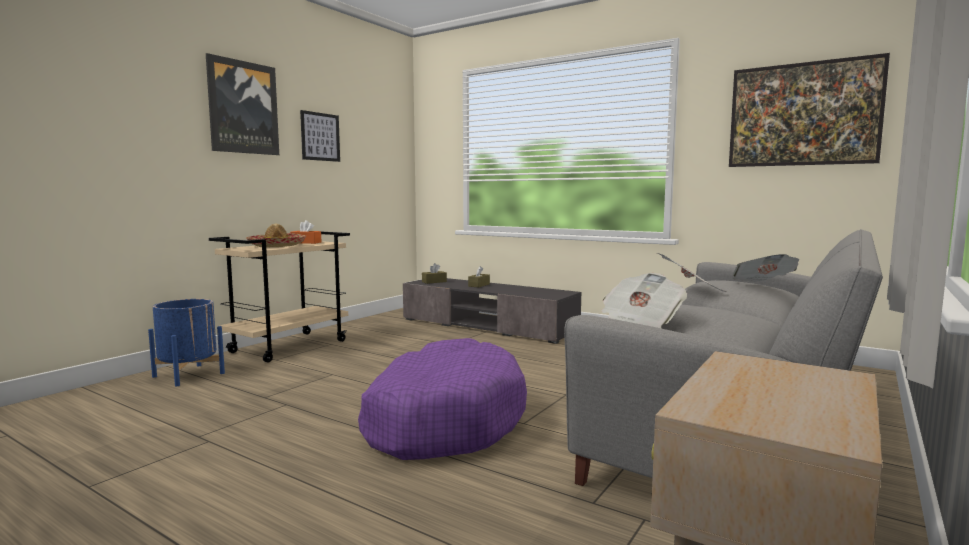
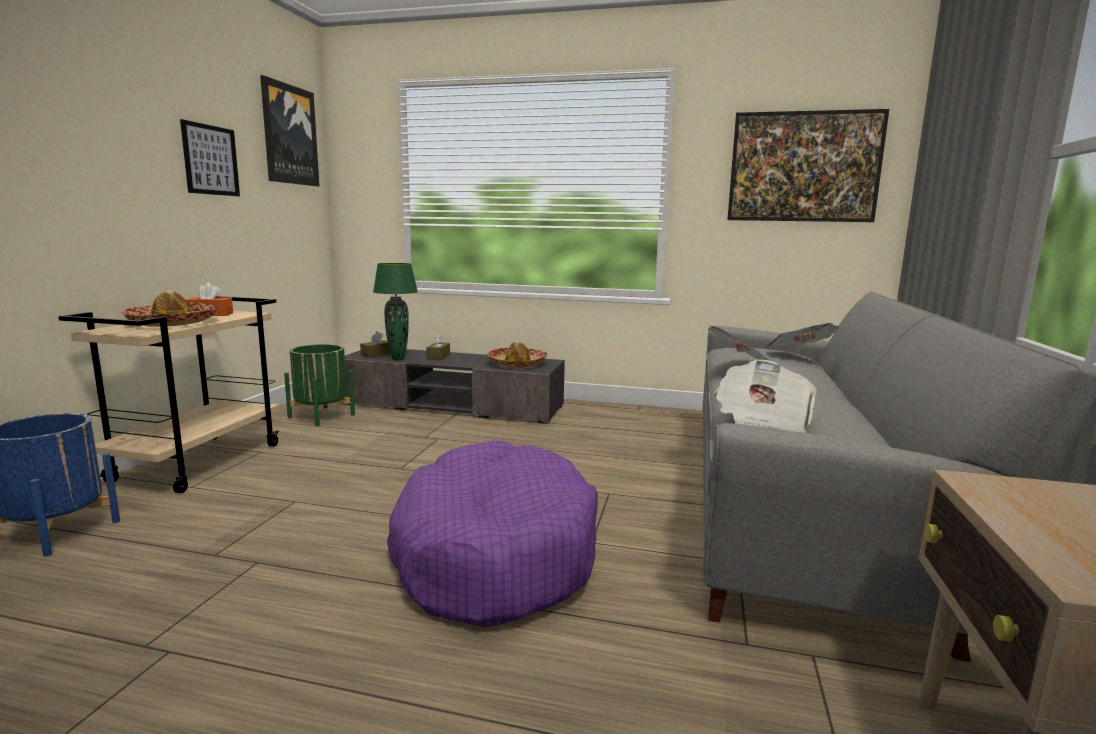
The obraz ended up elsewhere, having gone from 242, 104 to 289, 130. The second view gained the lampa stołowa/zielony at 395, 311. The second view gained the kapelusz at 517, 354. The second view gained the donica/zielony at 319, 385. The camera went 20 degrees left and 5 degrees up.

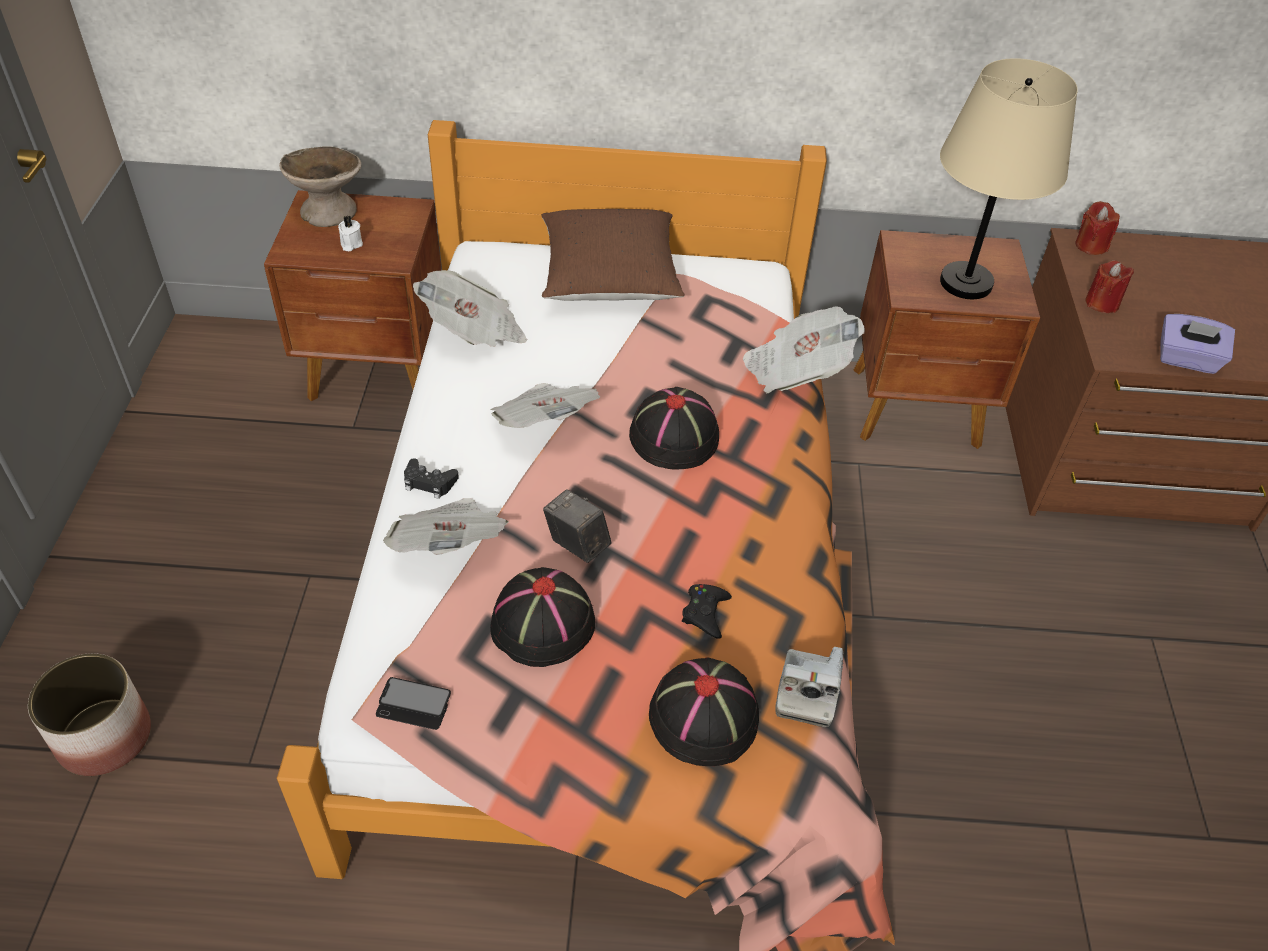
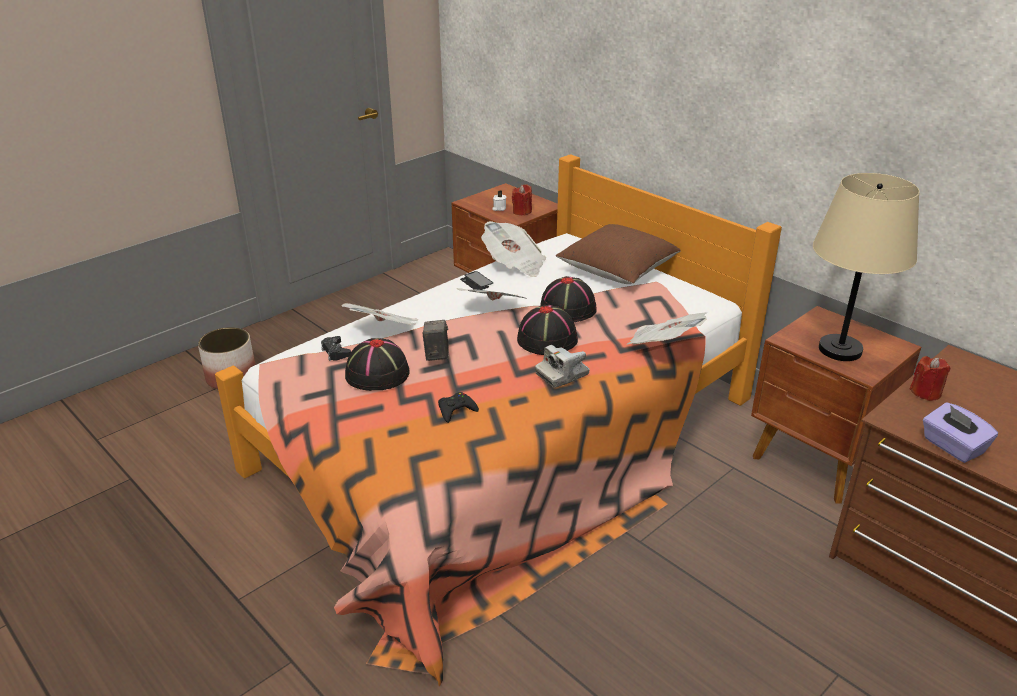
The second view lost the miska/beżowy at 320, 186. The świeca/czerwony ended up elsewhere, having gone from 1097, 228 to 522, 200. The pad do gier/czarny ended up elsewhere, having gone from 431, 478 to 336, 348. The aparat fotograficzny ended up elsewhere, having gone from 809, 687 to 562, 366. The kapelusz/czarny ended up elsewhere, having gone from 704, 711 to 568, 299. The telefon ended up elsewhere, having gone from 413, 703 to 476, 280. The camera went 45 degrees right and 15 degrees down.

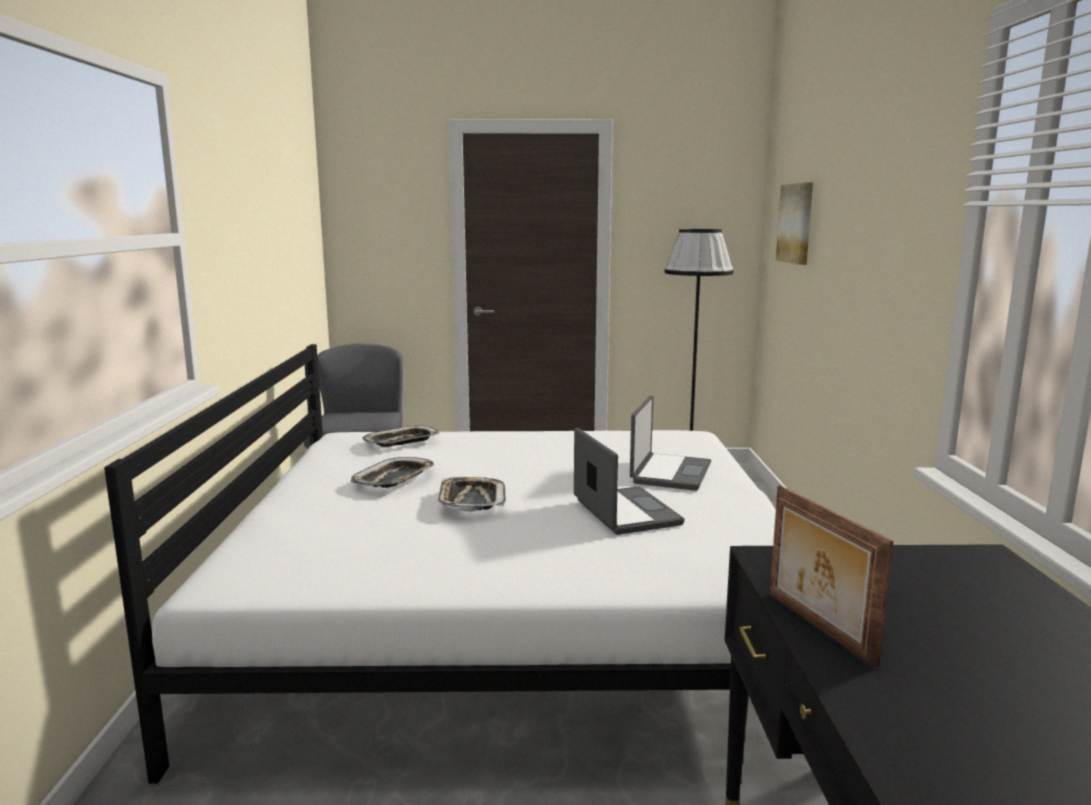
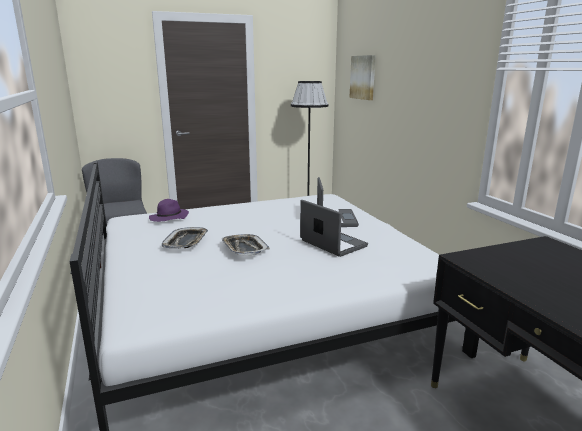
Where the taca stood at 401, 436, the kapelusz/fioletowy came to stand at 169, 210. The second view lost the ramka na zdjęcie at 831, 576. The camera went 20 degrees left and 5 degrees up.

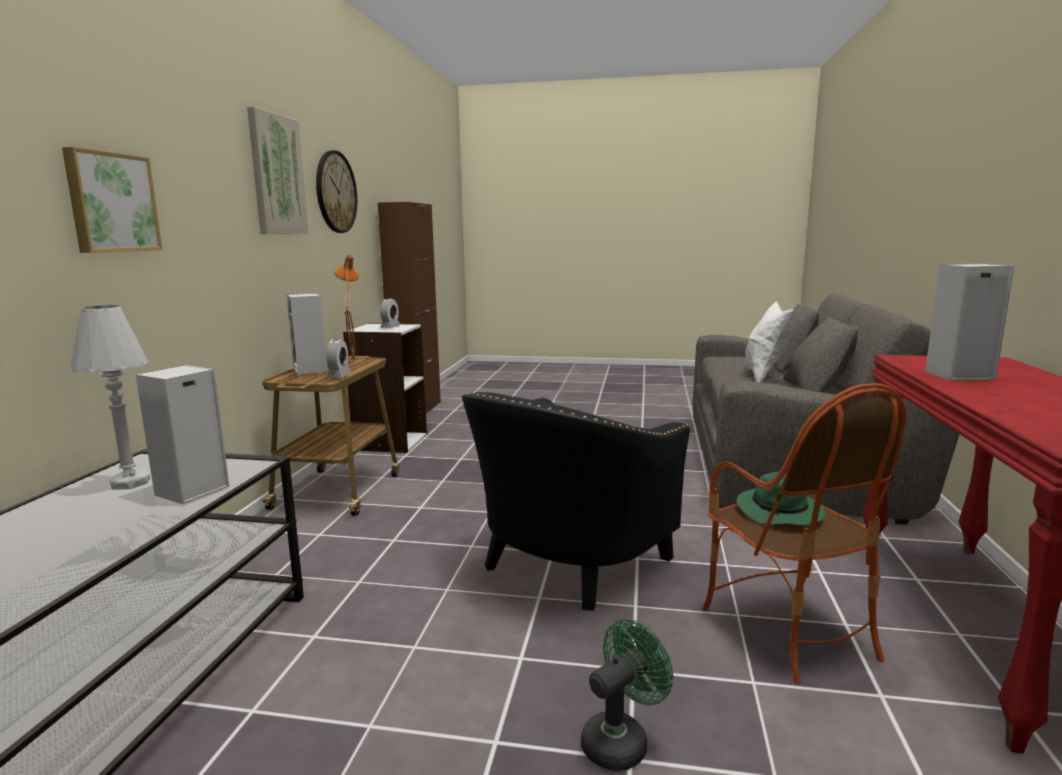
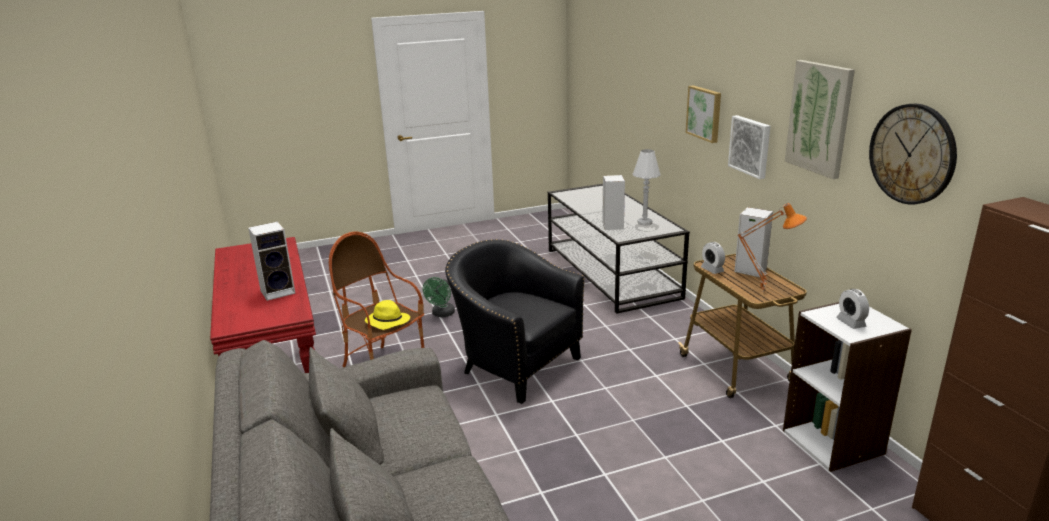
The second view lost the poduszka/biały at 770, 341. The fotel/czarny at 576, 501 ended up facing another way, 60 degrees counterclockwise from before. What was the kapelusz/zielony at 780, 498 turned into the kapelusz/żółty at 387, 315. The second view gained the obraz at 749, 147. The camera went 150 degrees right and 10 degrees up.

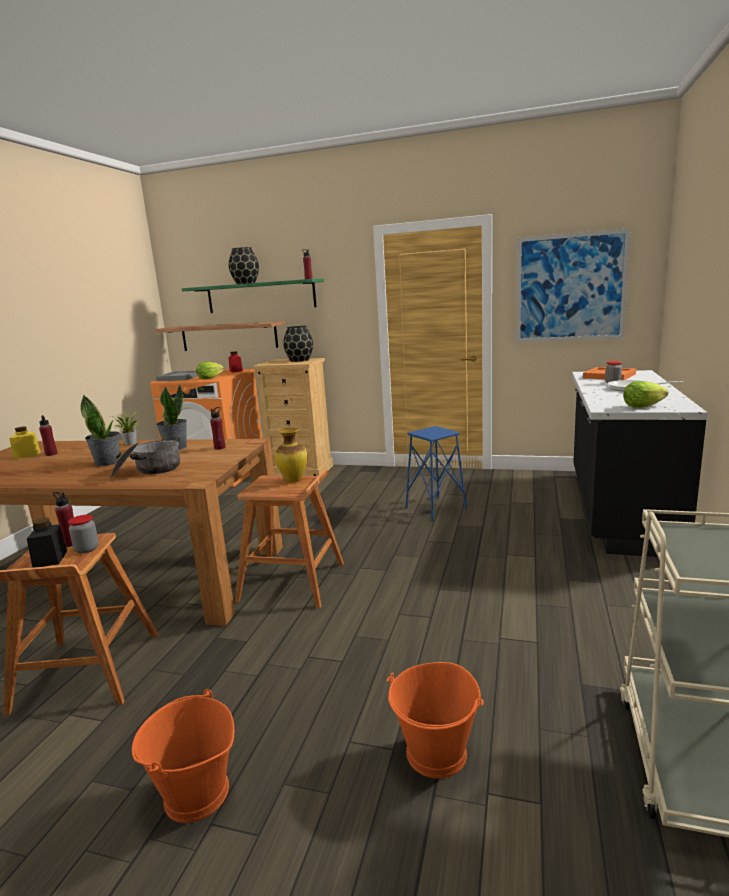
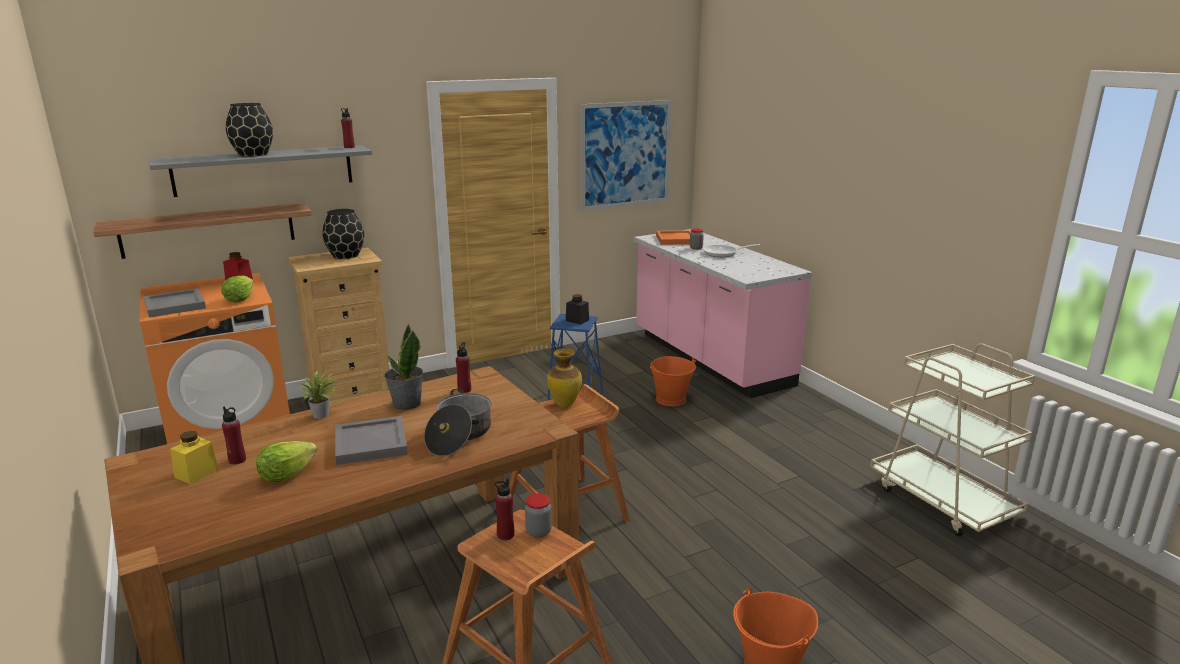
What was the półka/zielony at 253, 296 turned into the półka/szary at 260, 171. What was the zabudowa kuchenna/czarny at 639, 463 turned into the zabudowa kuchenna/różowy at 723, 313. The sałata ended up elsewhere, having gone from 645, 394 to 286, 461. Where the roślina doniczkowa stood at 100, 430, the taca/szary came to stand at 371, 440. The słoik/czarny ended up elsewhere, having gone from 47, 543 to 577, 309. The wiadro/pomarańczowy ended up elsewhere, having gone from 435, 720 to 673, 381. The camera went 45 degrees left and 5 degrees up.

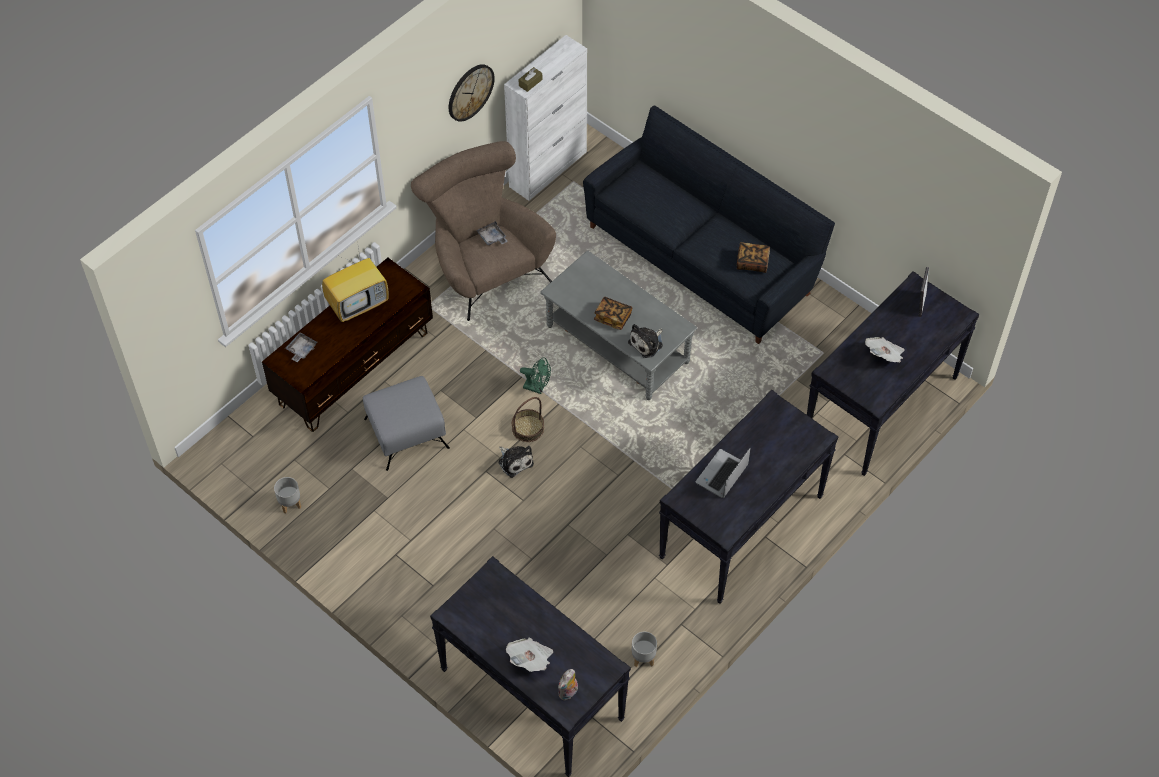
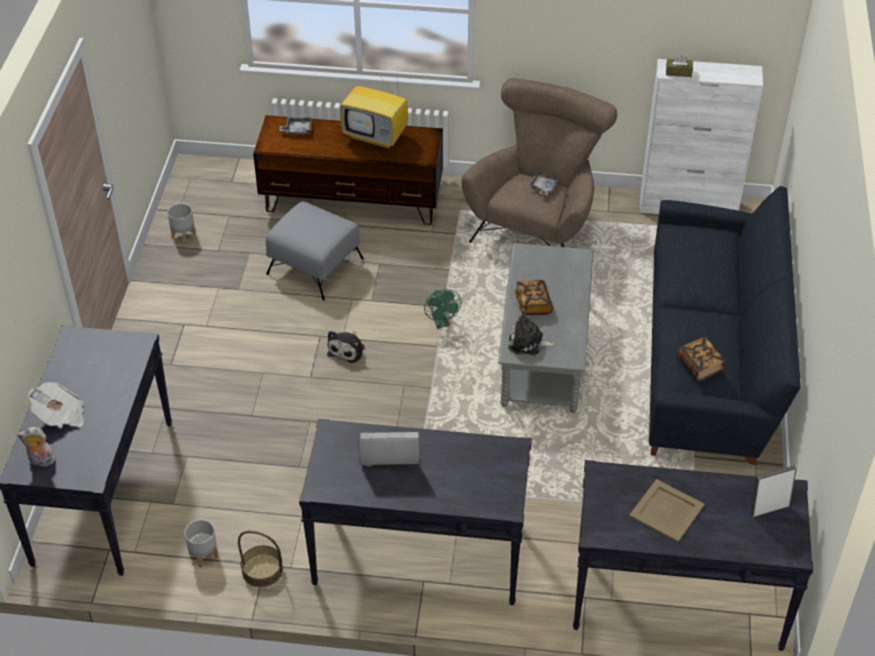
The second view lost the zegar ścienny at 472, 93. Where the gazeta stood at 884, 350, the taca/beżowy came to stand at 667, 510. The koszyk ended up elsewhere, having gone from 528, 419 to 260, 559. The camera went 55 degrees right and 10 degrees down.

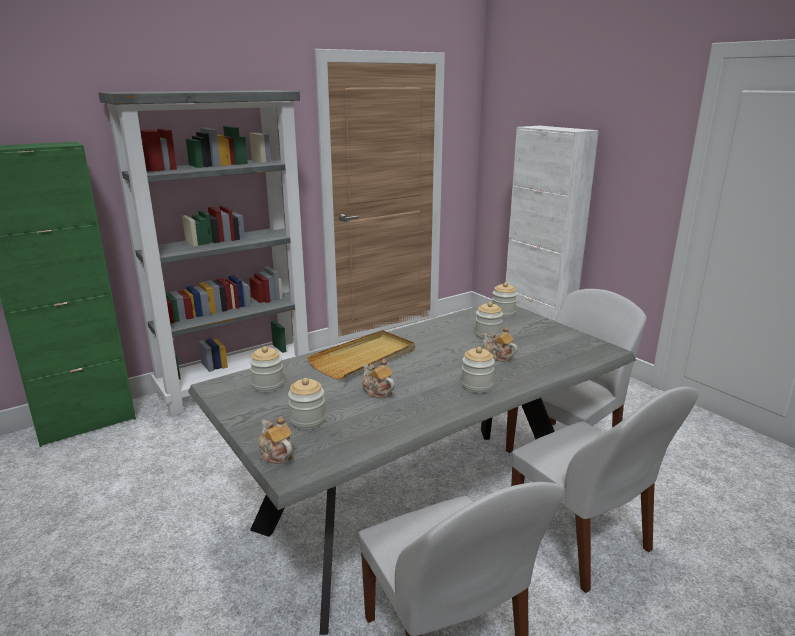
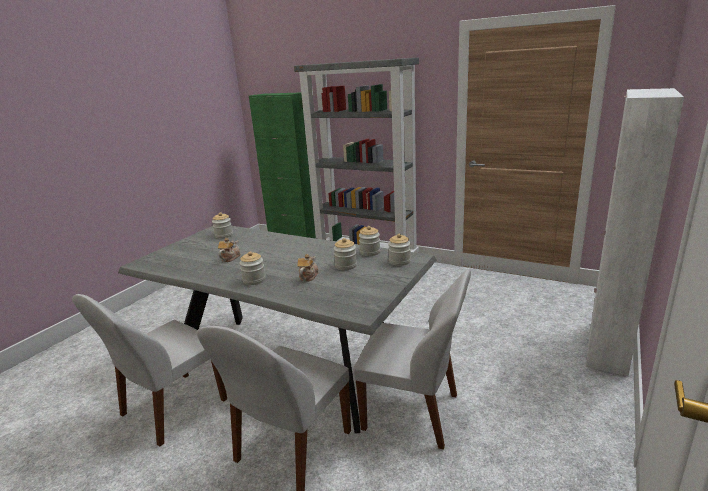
The second view lost the taca/beżowy at 360, 354. The słoik ended up elsewhere, having gone from 306, 403 to 369, 241. The second view lost the imbryk at 275, 440. The camera went 65 degrees right and 0 degrees up.

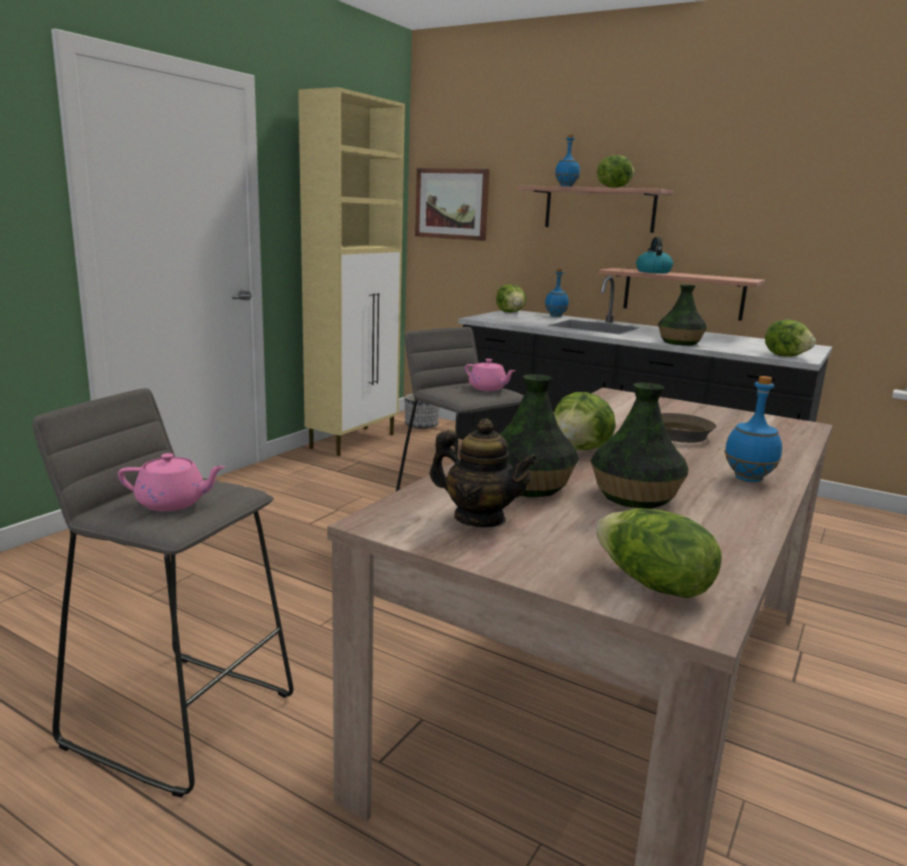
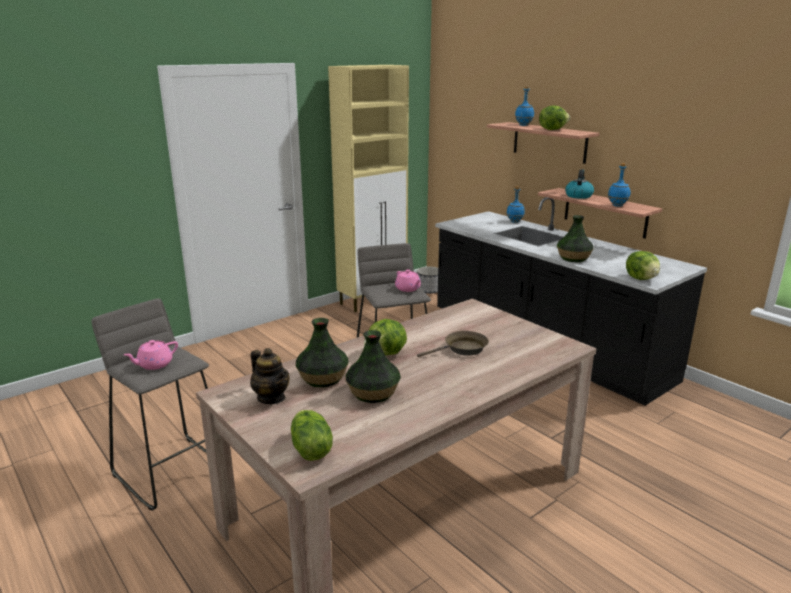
The second view lost the obraz at 452, 204. The second view lost the sałata at 511, 298. The butelka/niebieski ended up elsewhere, having gone from 753, 429 to 619, 185. The imbryk/różowy at 172, 482 ended up facing another way, 120 degrees clockwise from before. The camera went 20 degrees right and 5 degrees up.

